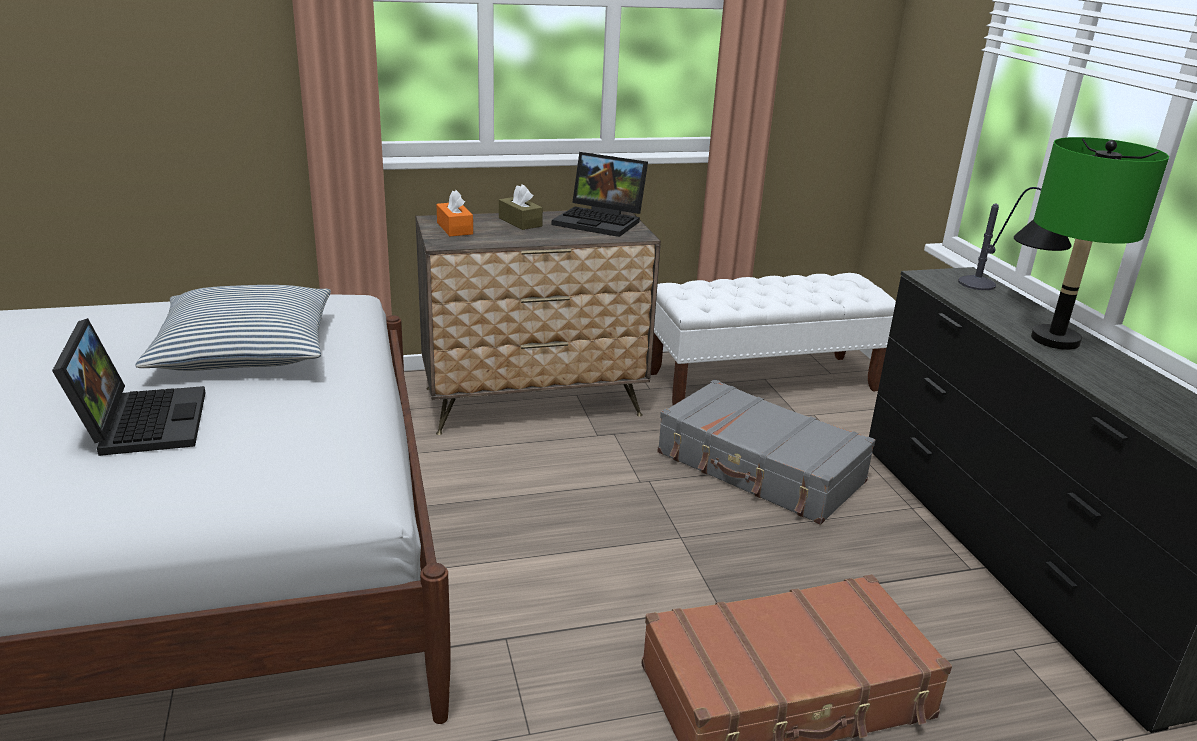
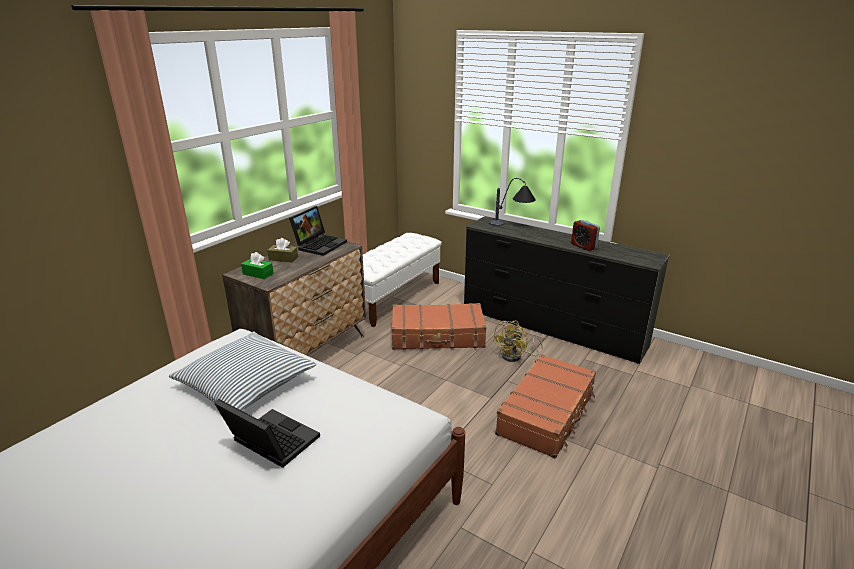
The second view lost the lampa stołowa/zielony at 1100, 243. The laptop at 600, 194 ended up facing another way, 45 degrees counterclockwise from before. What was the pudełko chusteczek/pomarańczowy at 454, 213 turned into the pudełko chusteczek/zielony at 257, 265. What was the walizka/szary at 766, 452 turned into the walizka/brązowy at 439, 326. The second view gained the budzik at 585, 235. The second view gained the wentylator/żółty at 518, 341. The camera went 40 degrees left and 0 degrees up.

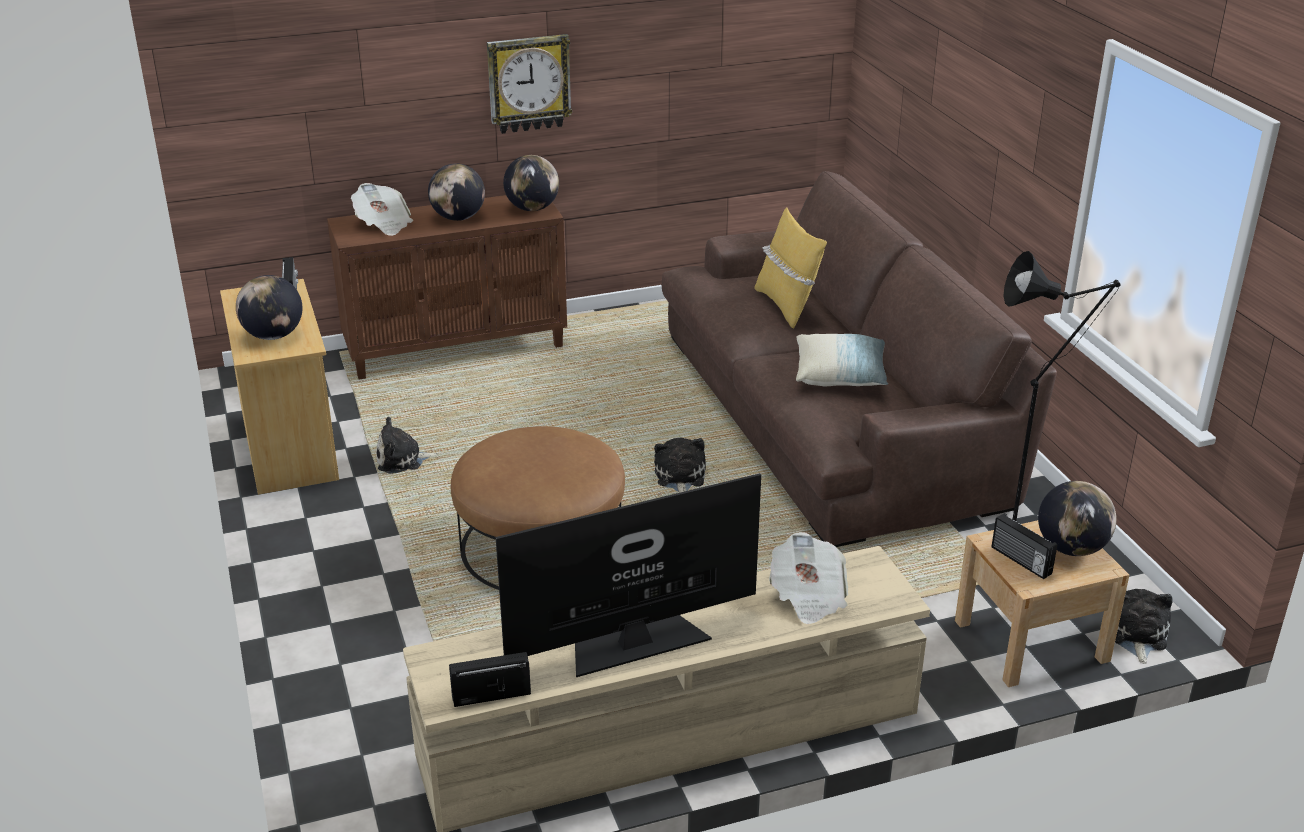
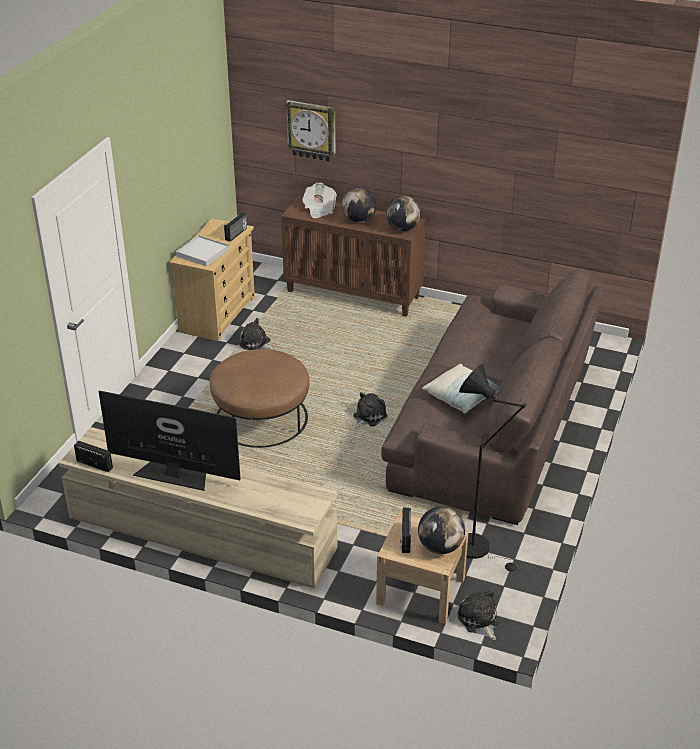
The zegar ścienny ended up elsewhere, having gone from 529, 84 to 310, 130. The second view lost the poduszka/żółty at 790, 268. Where the globus stood at 269, 307, the taca/biały came to stand at 202, 250. The second view lost the gazeta at 808, 578. The pluszak at 1144, 626 ended up facing another way, 75 degrees counterclockwise from before. The camera went 40 degrees right and 5 degrees up.

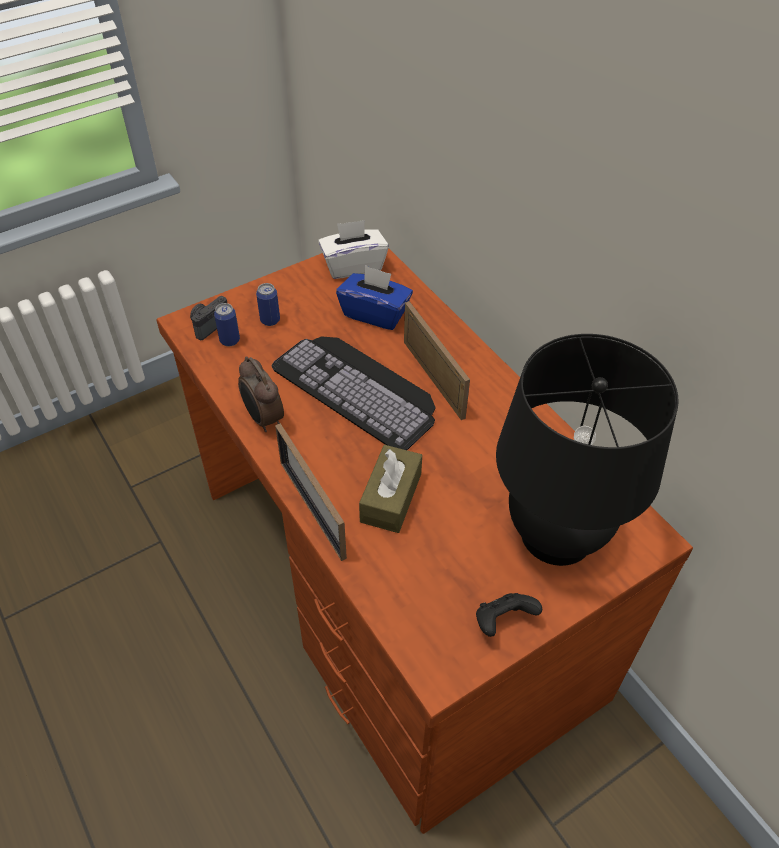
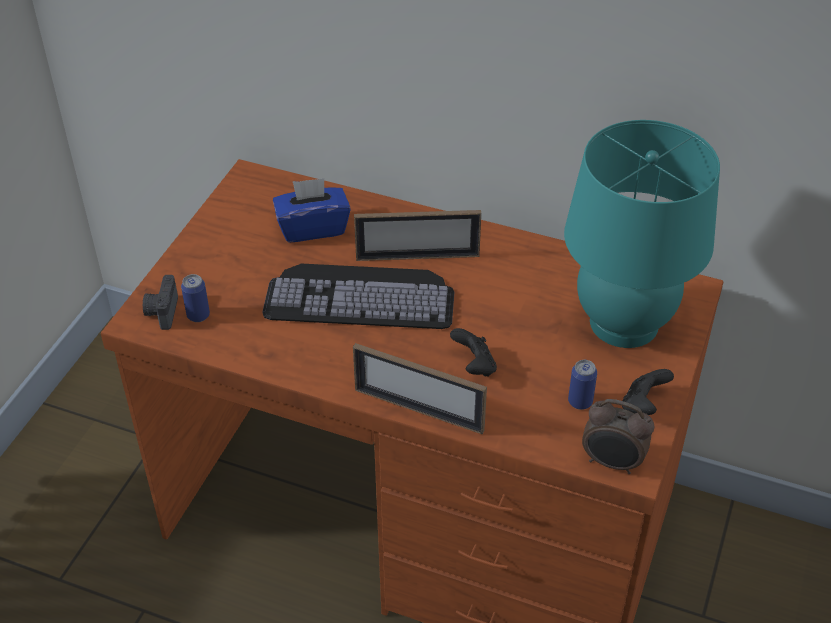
The second view lost the pudełko chusteczek/biały at 353, 249. The puszka ended up elsewhere, having gone from 268, 304 to 582, 385. The ramka na zdjęcie at 437, 360 ended up facing another way, 150 degrees clockwise from before. What was the lampa stołowa/czarny at 587, 450 turned into the lampa stołowa/turkusowy at 642, 234. The budzik ended up elsewhere, having gone from 261, 394 to 618, 436. Where the pudełko chusteczek/brązowy stood at 390, 489, the pad do gier/czarny came to stand at 473, 352. The camera went 35 degrees left and 5 degrees down.

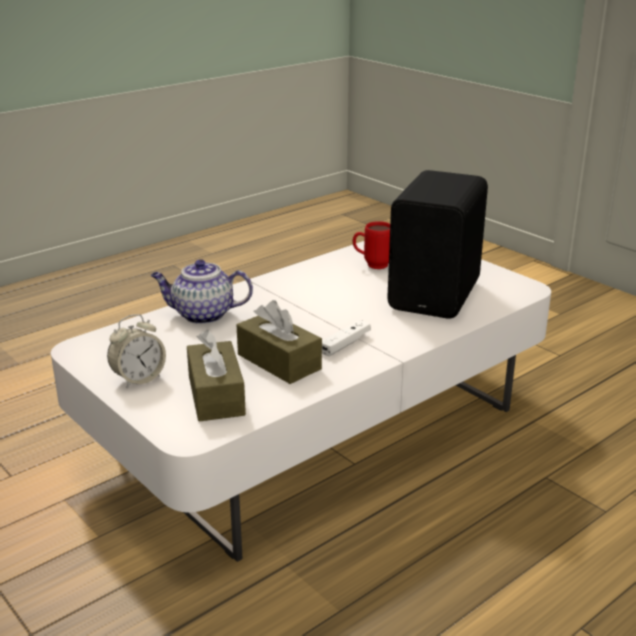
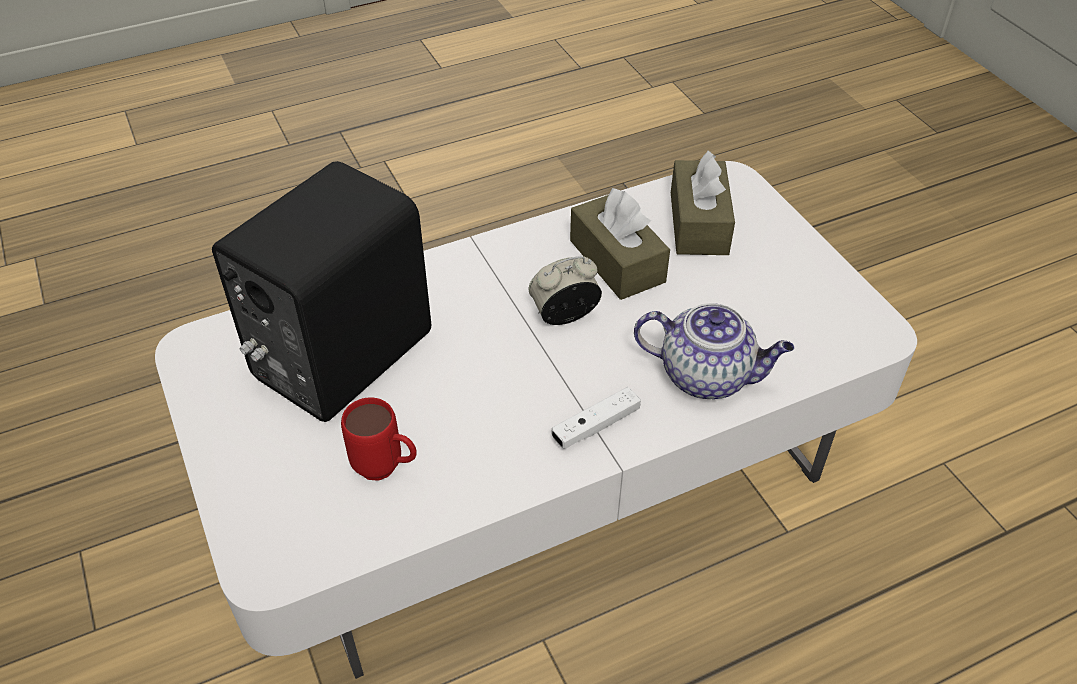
The budzik ended up elsewhere, having gone from 136, 351 to 565, 290. The pad do gier/biały ended up elsewhere, having gone from 346, 338 to 596, 418. The camera went 165 degrees left and 20 degrees up.

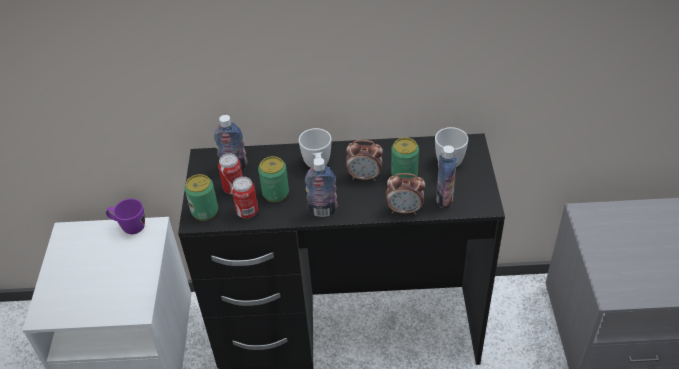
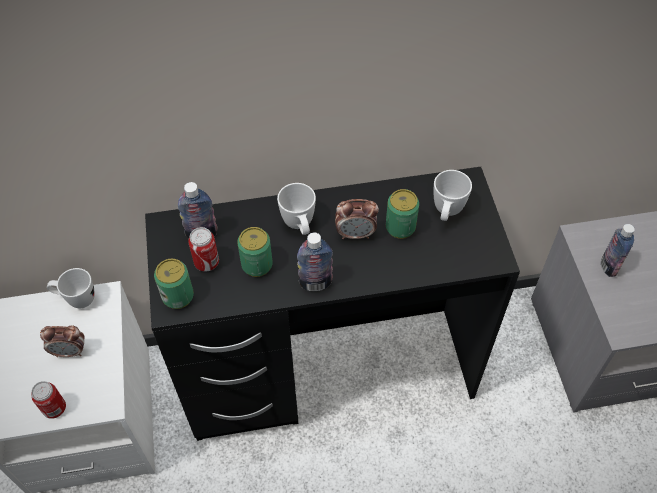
The butelka ended up elsewhere, having gone from 446, 177 to 618, 250. The budzik ended up elsewhere, having gone from 405, 194 to 62, 341. The puszka ended up elsewhere, having gone from 245, 197 to 48, 400. What was the kubek/fioletowy at 125, 216 turned into the kubek/biały at 71, 288. The camera went 10 degrees left and 10 degrees up.

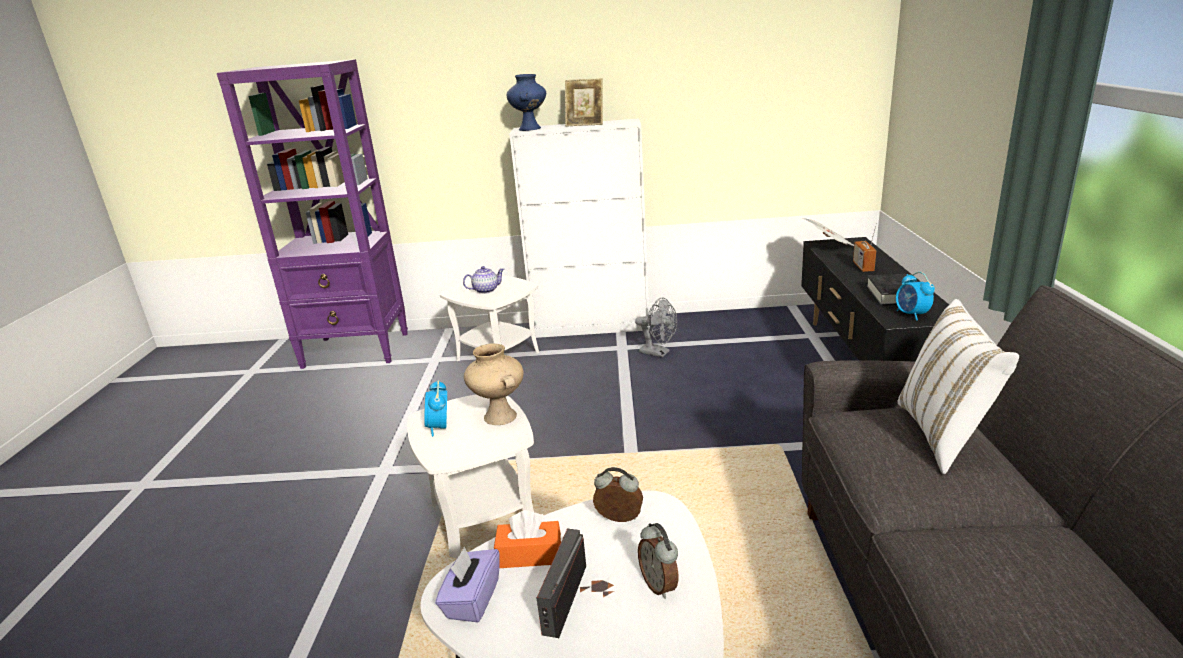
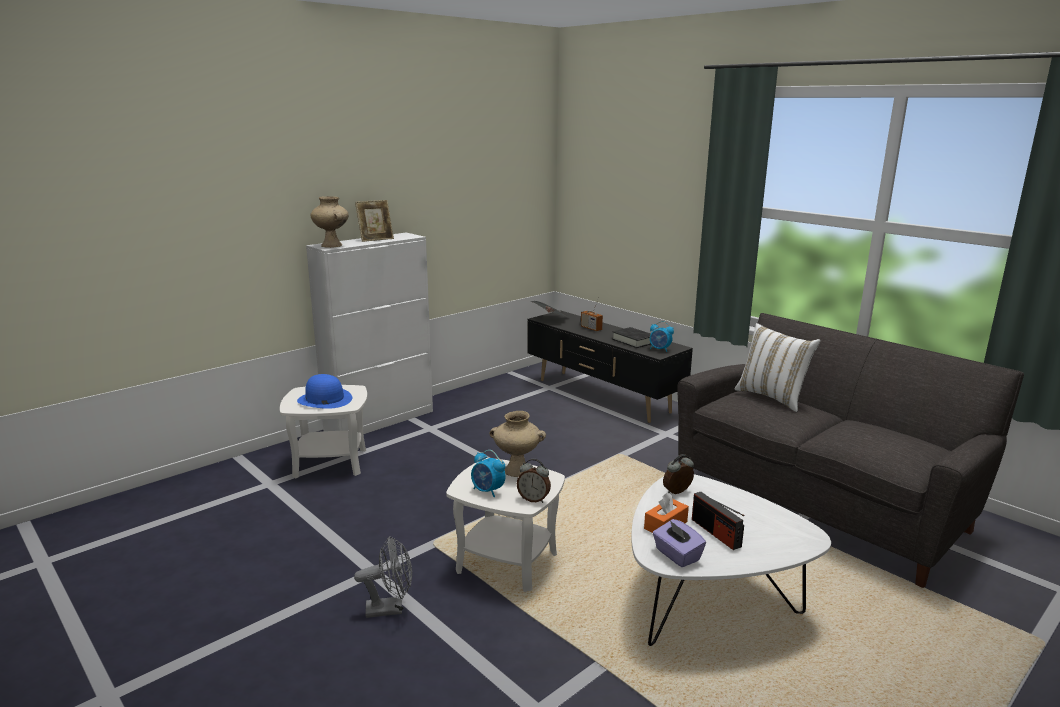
The second view lost the regał/fioletowy at 312, 214. What was the wazon/niebieski at 526, 102 turned into the wazon/beżowy at 329, 222. Where the imbryk stood at 483, 280, the kapelusz/niebieski came to stand at 324, 391. The wentylator/szary ended up elsewhere, having gone from 656, 327 to 383, 577. The budzik ended up elsewhere, having gone from 658, 561 to 534, 481. The camera went 45 degrees left and 5 degrees down.

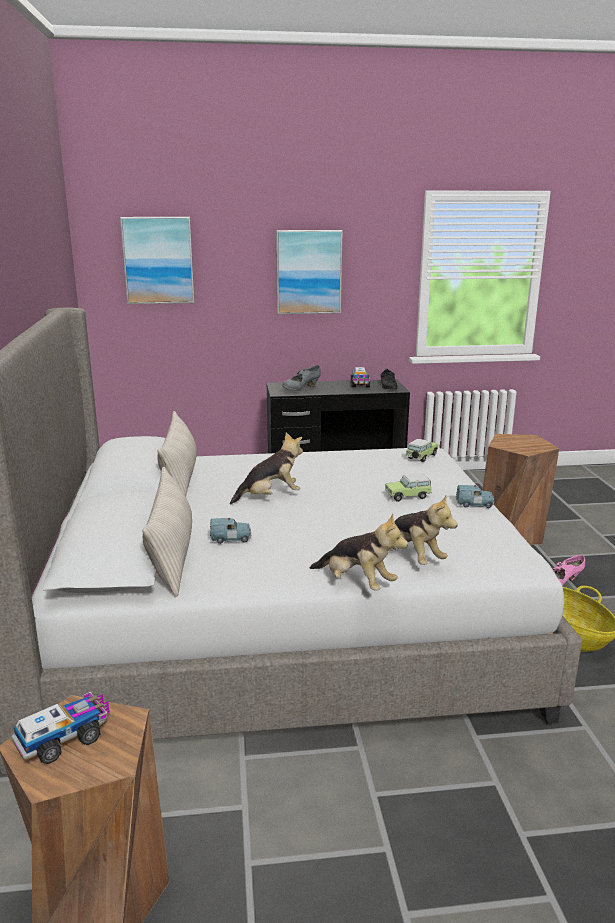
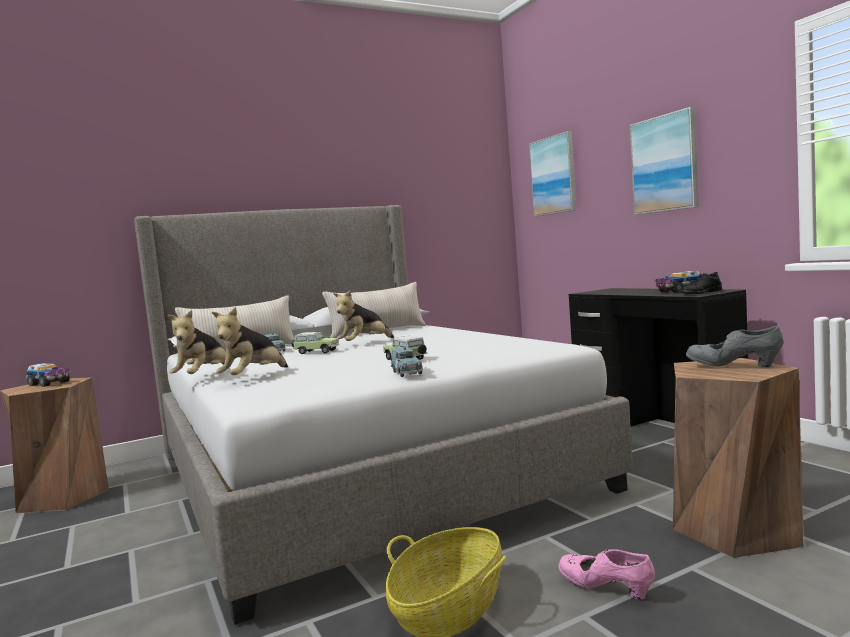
The but/szary ended up elsewhere, having gone from 301, 378 to 734, 346. The pluszak at 266, 468 ended up facing another way, 90 degrees clockwise from before. The samochodzik ended up elsewhere, having gone from 422, 450 to 315, 343. The camera went 70 degrees right and 15 degrees down.

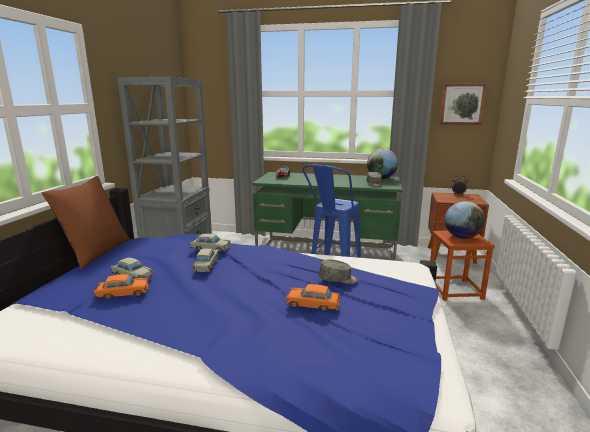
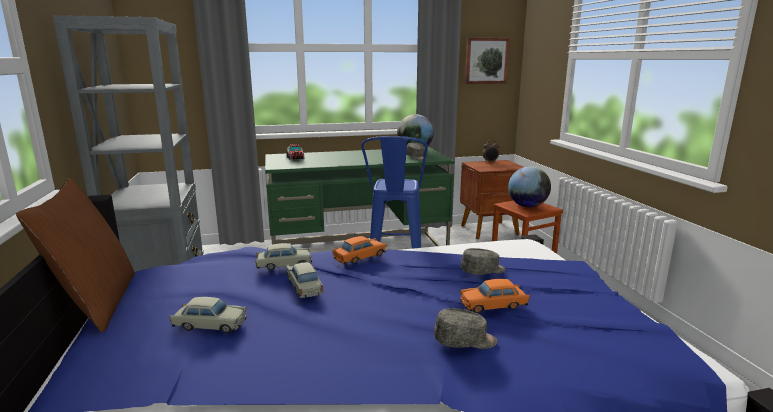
The samochodzik/pomarańczowy ended up elsewhere, having gone from 121, 286 to 359, 250. The second view gained the czapka z daszkiem/szary at 465, 328. The camera went 25 degrees left and 0 degrees up.

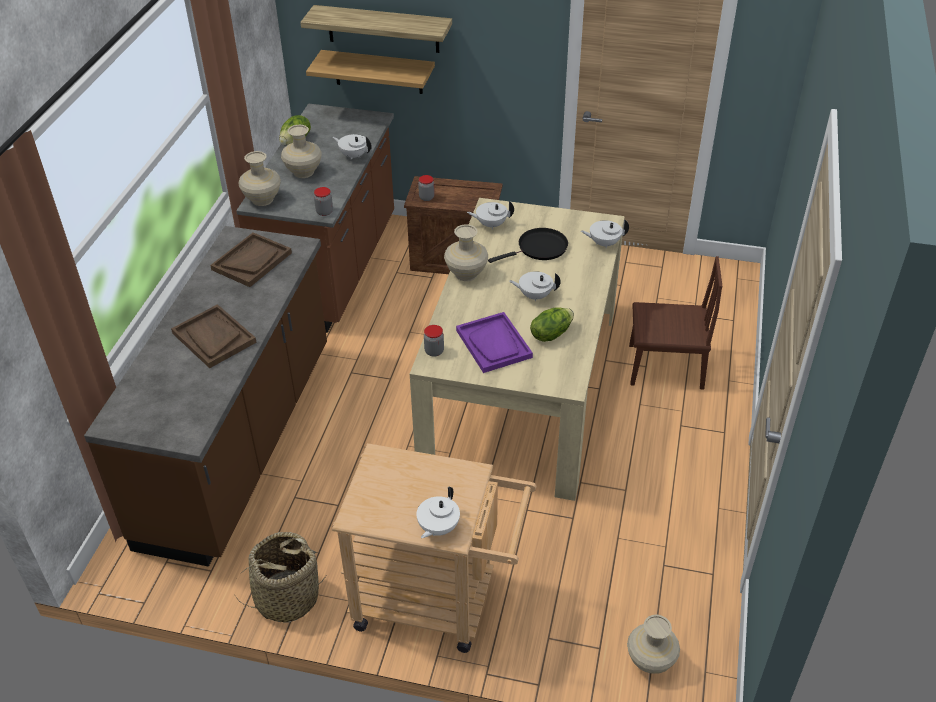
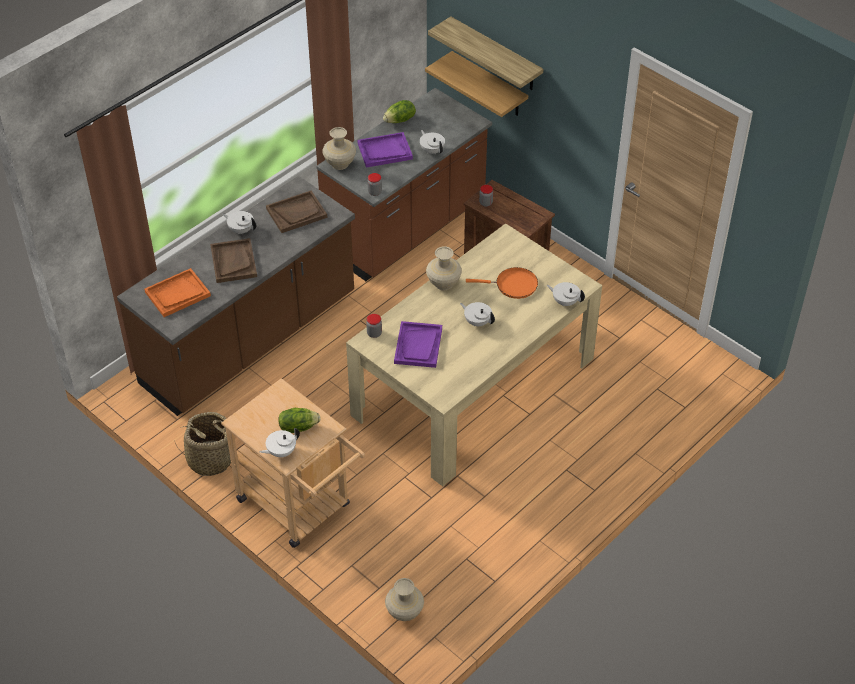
Where the wazon/beżowy stood at 301, 151, the taca/fioletowy came to stand at 385, 150. The imbryk/biały ended up elsewhere, having gone from 490, 215 to 239, 222. What was the patelnia/czarny at 528, 245 turned into the patelnia/pomarańczowy at 502, 283. The second view lost the krzesło/brązowy at 675, 323. The sałata ended up elsewhere, having gone from 552, 324 to 299, 420. The second view gained the taca/pomarańczowy at 177, 292. The camera went 30 degrees right and 5 degrees up.

